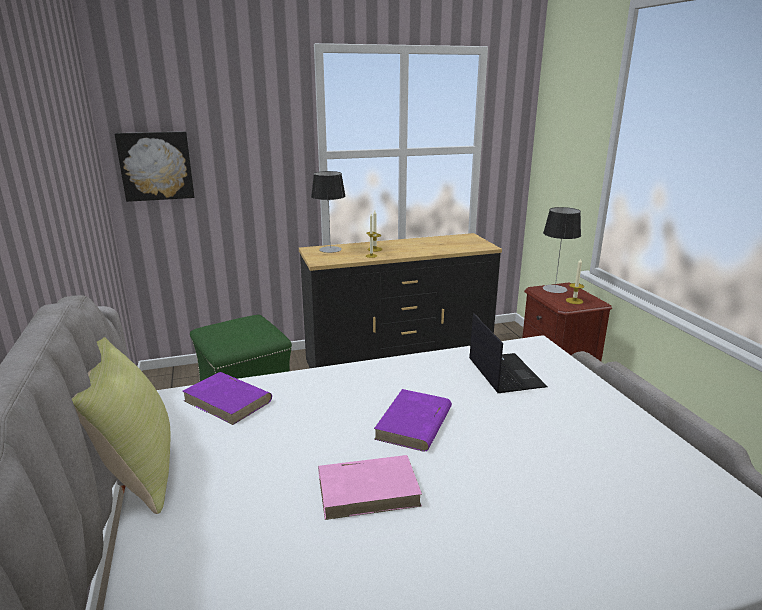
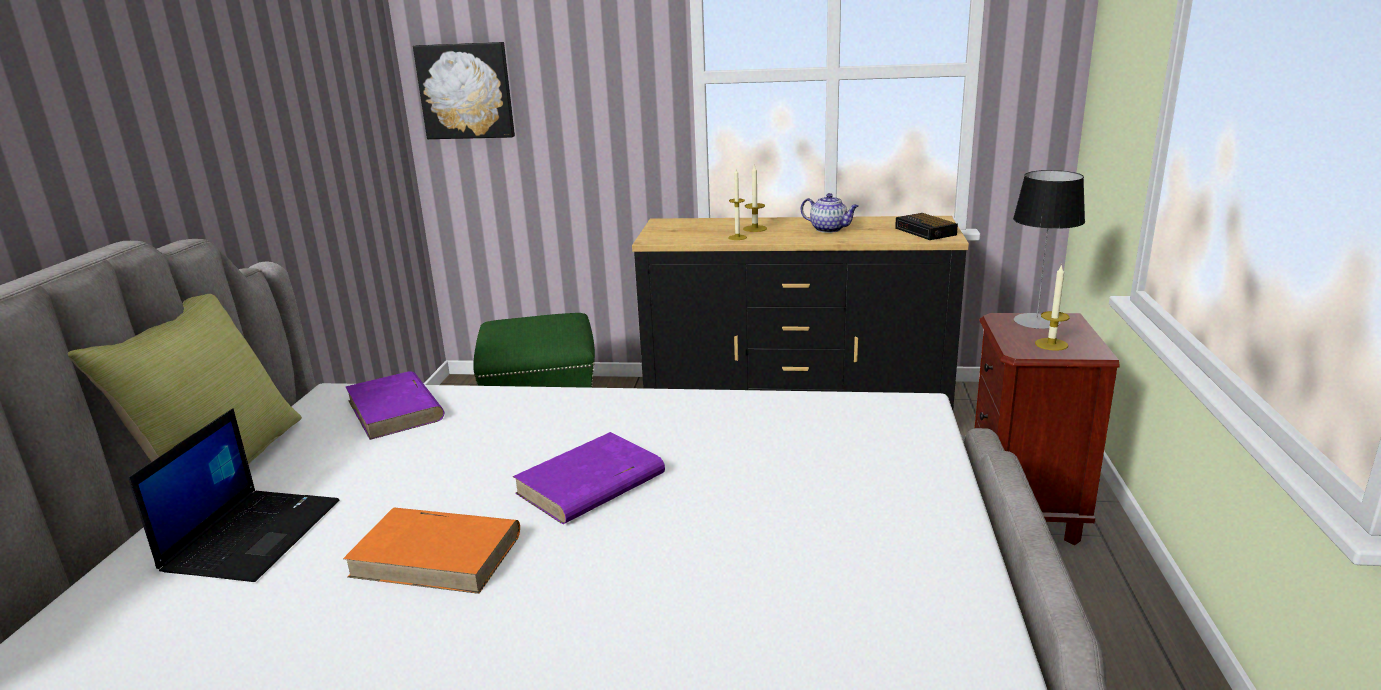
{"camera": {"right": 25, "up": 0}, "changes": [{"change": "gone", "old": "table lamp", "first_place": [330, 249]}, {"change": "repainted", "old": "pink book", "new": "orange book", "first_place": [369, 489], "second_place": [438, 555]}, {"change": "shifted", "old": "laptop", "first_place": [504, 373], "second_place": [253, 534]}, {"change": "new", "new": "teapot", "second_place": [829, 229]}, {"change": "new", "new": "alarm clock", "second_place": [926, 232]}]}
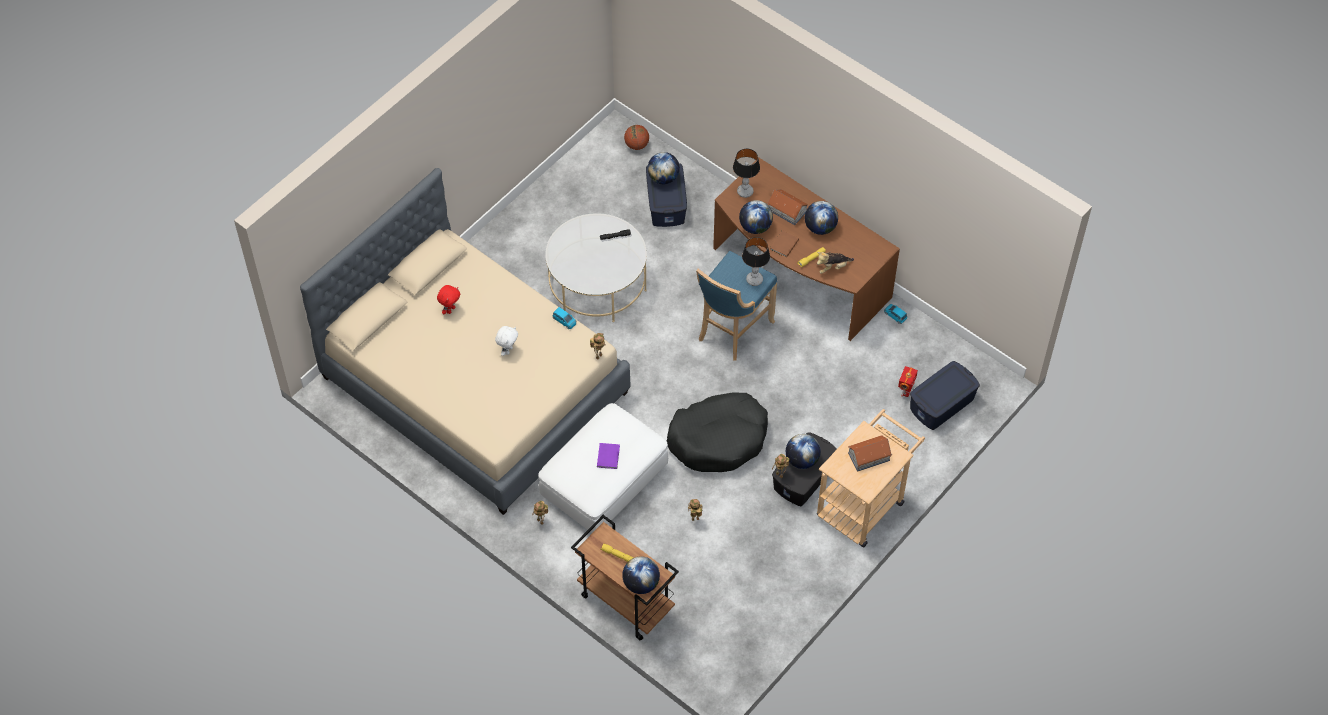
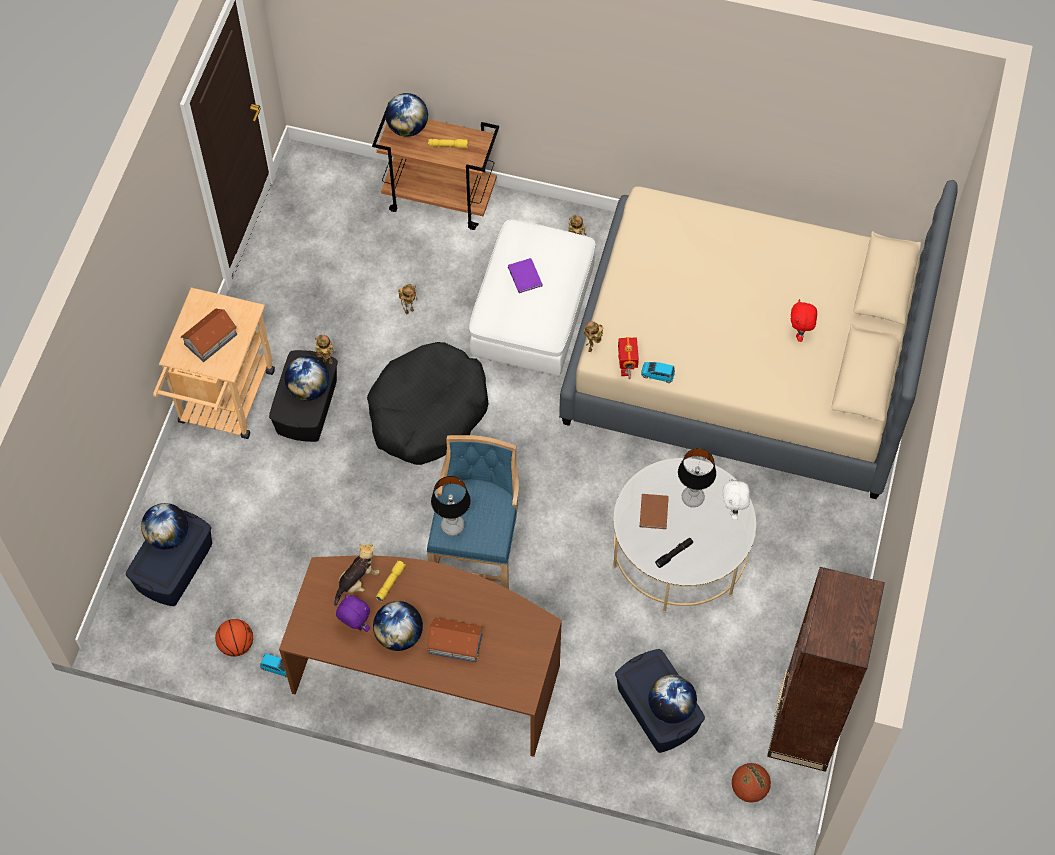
{"camera": {"right": 155, "up": 5}, "changes": [{"change": "shifted", "old": "white plush toy", "first_place": [508, 350], "second_place": [733, 510]}, {"change": "shifted", "old": "table lamp", "first_place": [745, 191], "second_place": [692, 498]}, {"change": "shifted", "old": "globe", "first_place": [755, 227], "second_place": [168, 536]}, {"change": "shifted", "old": "brown book", "first_place": [783, 245], "second_place": [654, 511]}, {"change": "shifted", "old": "toy robot", "first_place": [905, 391], "second_place": [626, 369]}, {"change": "new", "new": "basketball", "second_place": [236, 644]}, {"change": "new", "new": "purple plush toy", "second_place": [355, 625]}, {"change": "new", "new": "brown bookcase", "second_place": [804, 724]}]}
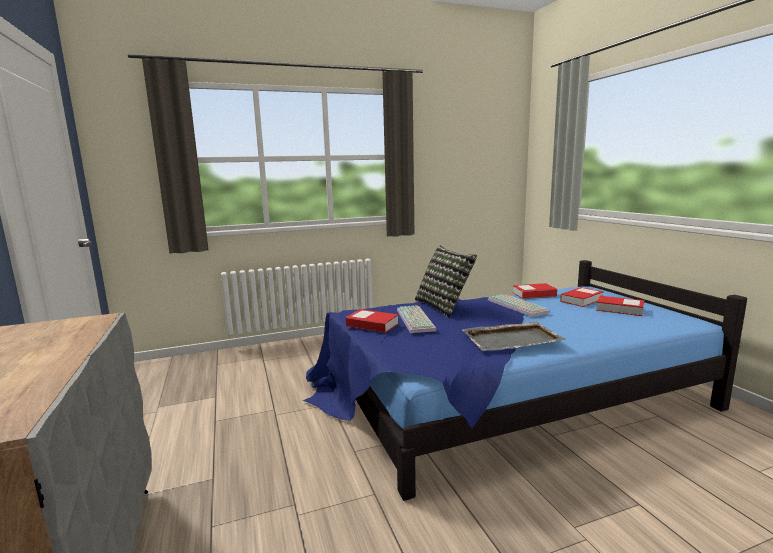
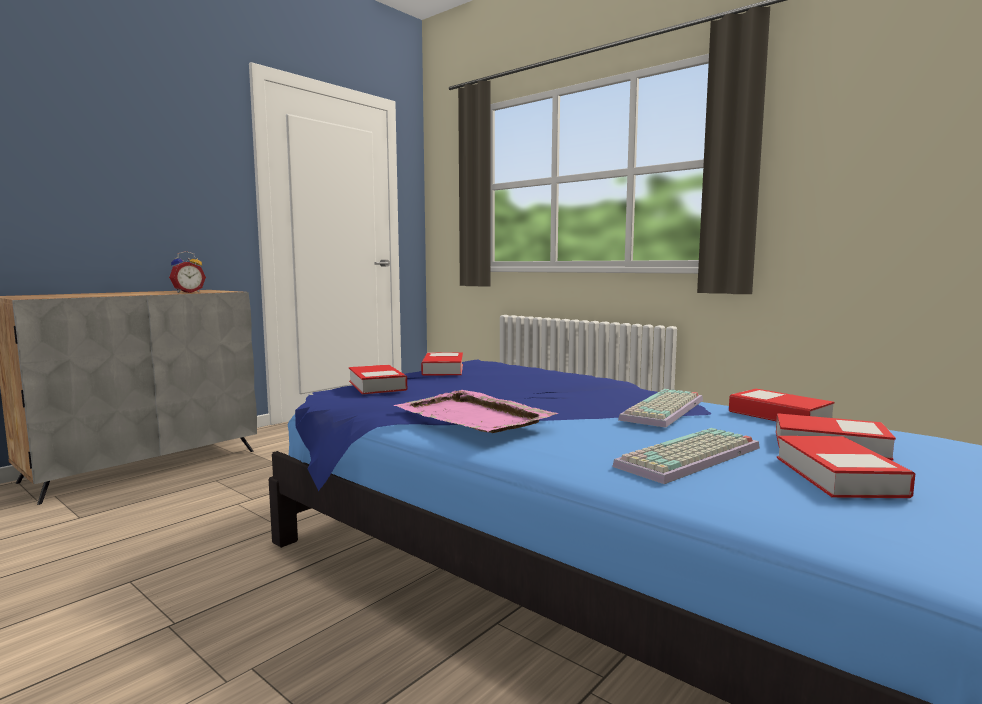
{"camera": {"right": 60, "up": -5}, "changes": [{"change": "shifted", "old": "keyboard", "first_place": [416, 320], "second_place": [691, 458]}, {"change": "gone", "old": "pillow", "first_place": [444, 306]}, {"change": "repainted", "old": "grey tray", "new": "pink tray", "first_place": [512, 339], "second_place": [473, 417]}, {"change": "new", "new": "alarm clock", "second_place": [187, 292]}, {"change": "new", "new": "book", "second_place": [377, 386]}]}
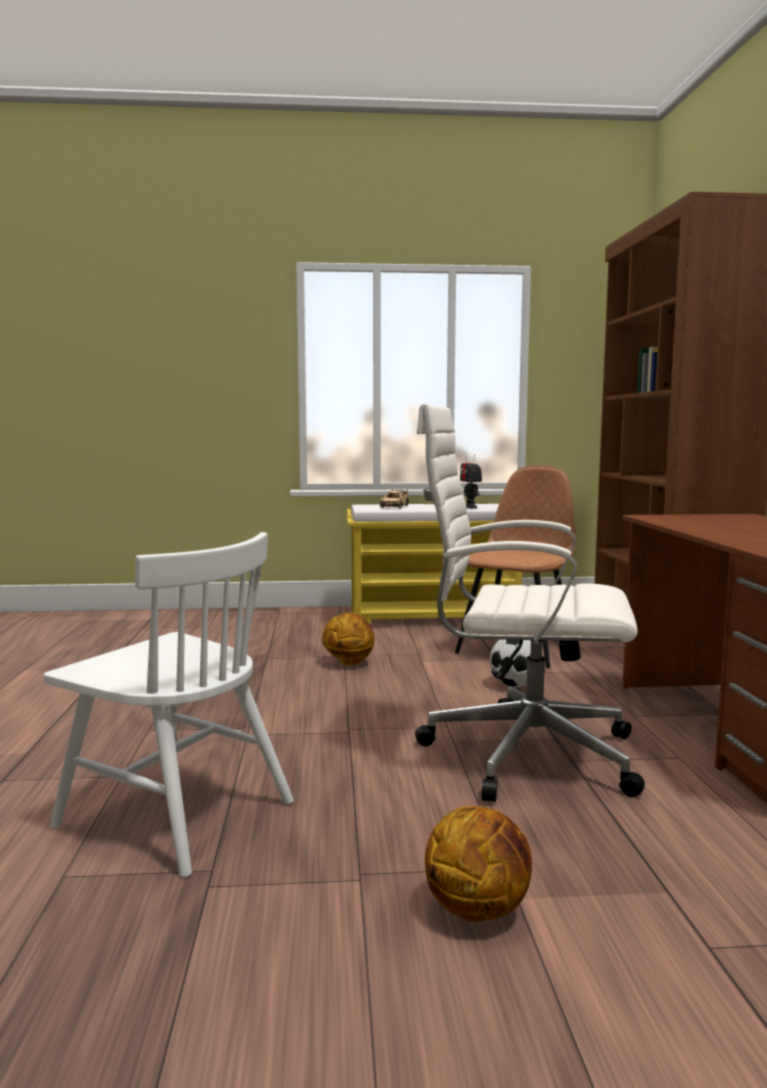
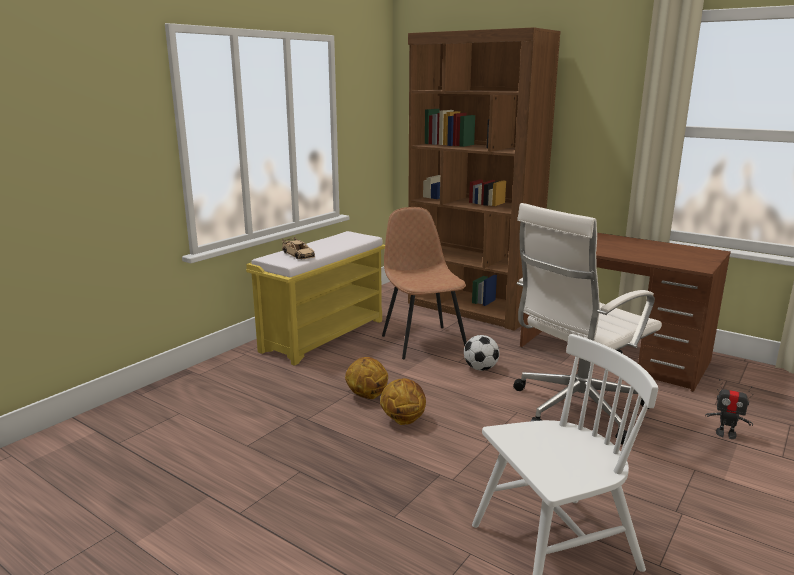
{"camera": {"right": -50, "up": 10}, "changes": [{"change": "shifted", "old": "basketball", "first_place": [478, 909], "second_place": [403, 420]}, {"change": "shifted", "old": "toy robot", "first_place": [470, 507], "second_place": [726, 434]}]}
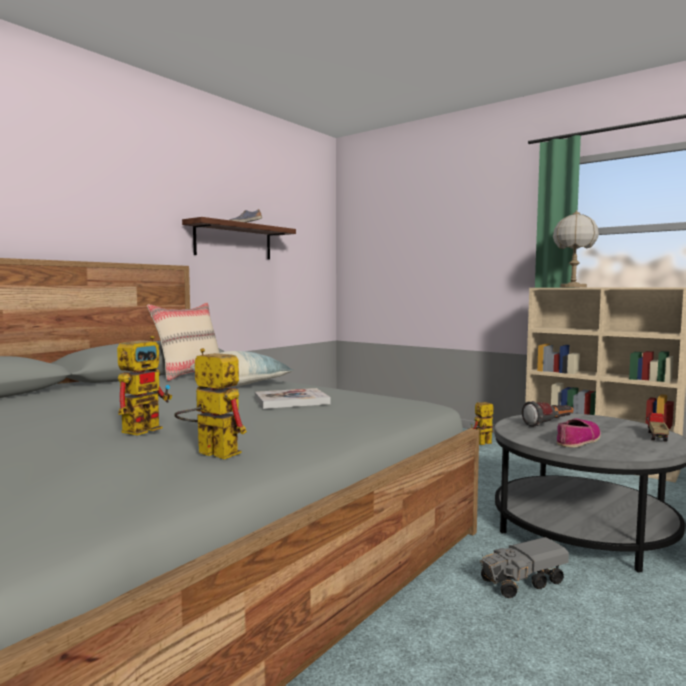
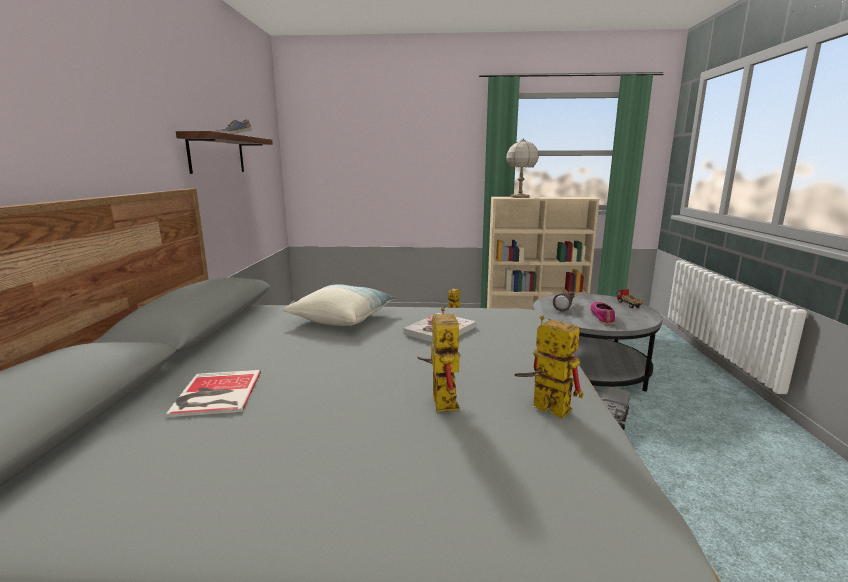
{"camera": {"right": -35, "up": 10}, "changes": [{"change": "gone", "old": "beige pillow", "first_place": [190, 374]}, {"change": "rotated", "old": "toy robot", "first_place": [209, 453], "second_place": [542, 407], "degrees": 45}, {"change": "new", "new": "book", "second_place": [215, 394]}]}
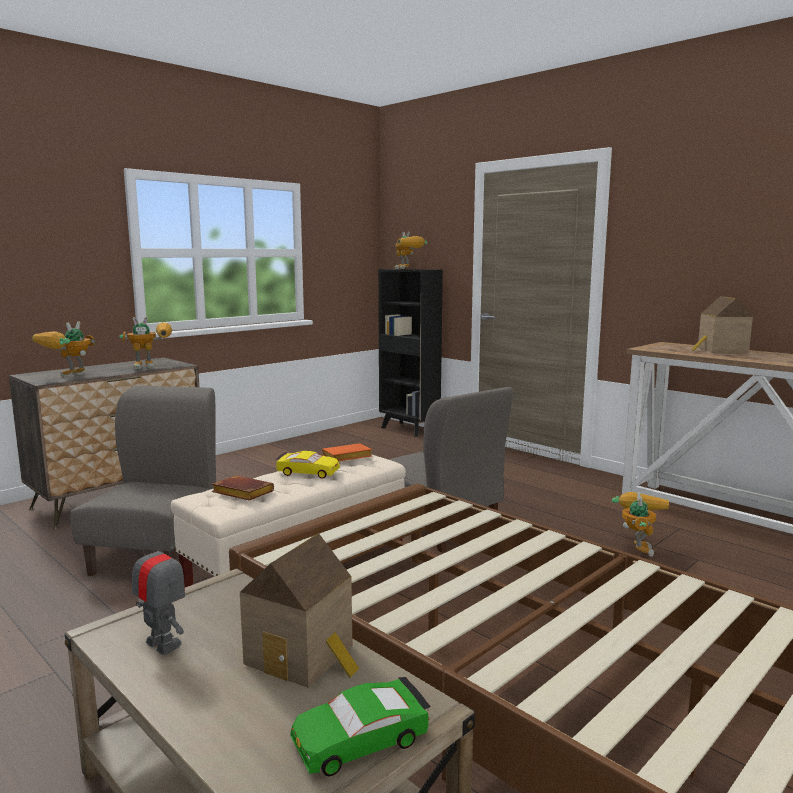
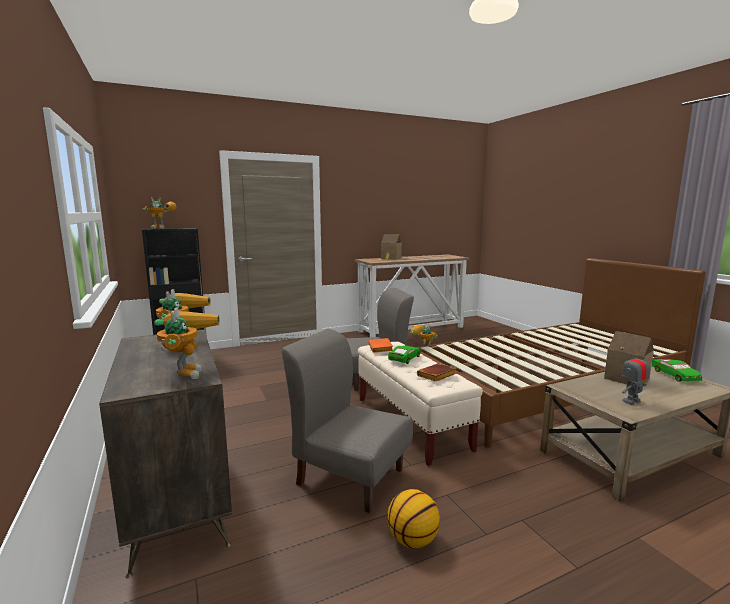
{"camera": {"right": -70, "up": 0}, "changes": [{"change": "rotated", "old": "toy robot", "first_place": [68, 377], "second_place": [186, 371], "degrees": -150}, {"change": "repainted", "old": "yellow toy car", "new": "green toy car", "first_place": [308, 472], "second_place": [404, 358]}, {"change": "new", "new": "basketball", "second_place": [412, 540]}]}
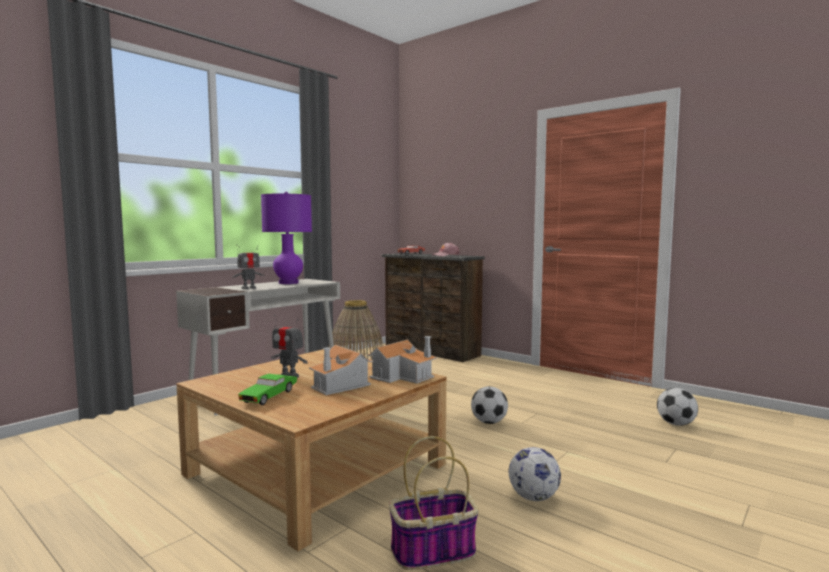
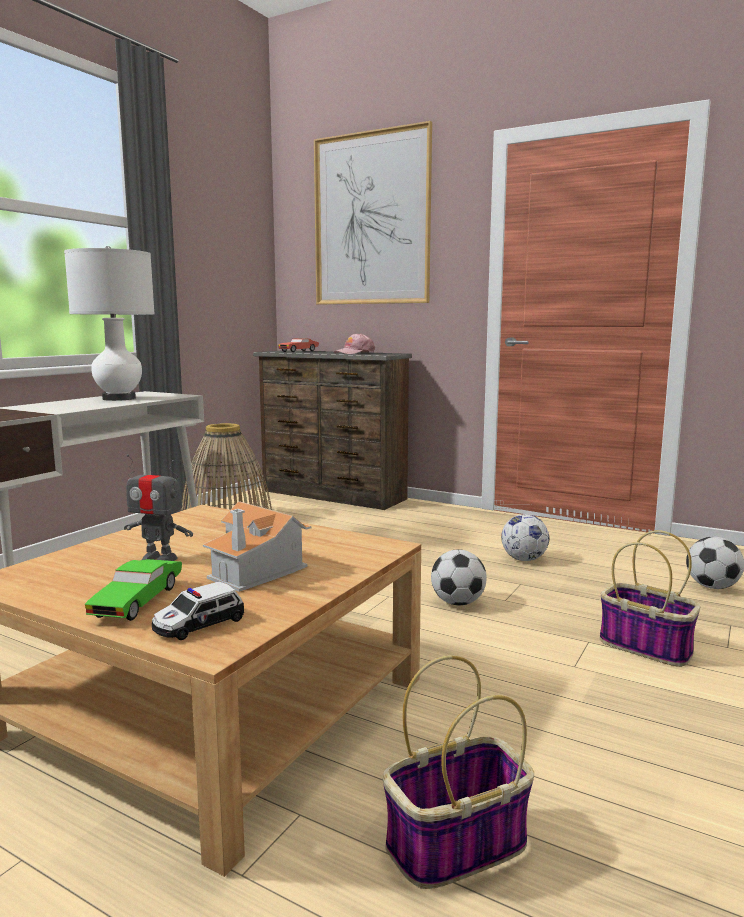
{"camera": {"right": -10, "up": 5}, "changes": [{"change": "gone", "old": "toy robot", "first_place": [249, 288]}, {"change": "repainted", "old": "purple table lamp", "new": "white table lamp", "first_place": [288, 283], "second_place": [119, 398]}, {"change": "gone", "old": "toy house", "first_place": [403, 376]}, {"change": "shifted", "old": "football", "first_place": [534, 497], "second_place": [524, 559]}, {"change": "new", "new": "toy car", "second_place": [198, 624]}, {"change": "new", "new": "picture", "second_place": [371, 219]}, {"change": "new", "new": "basket", "second_place": [647, 647]}]}
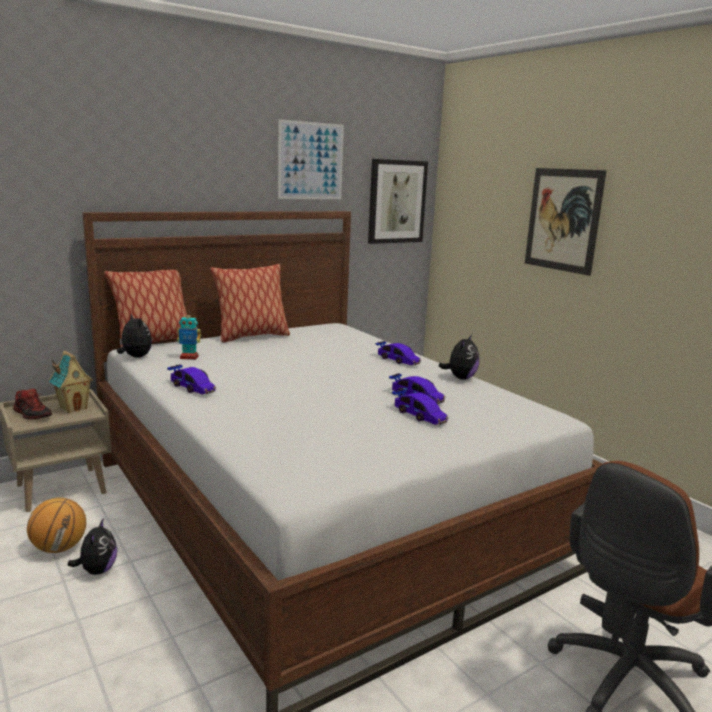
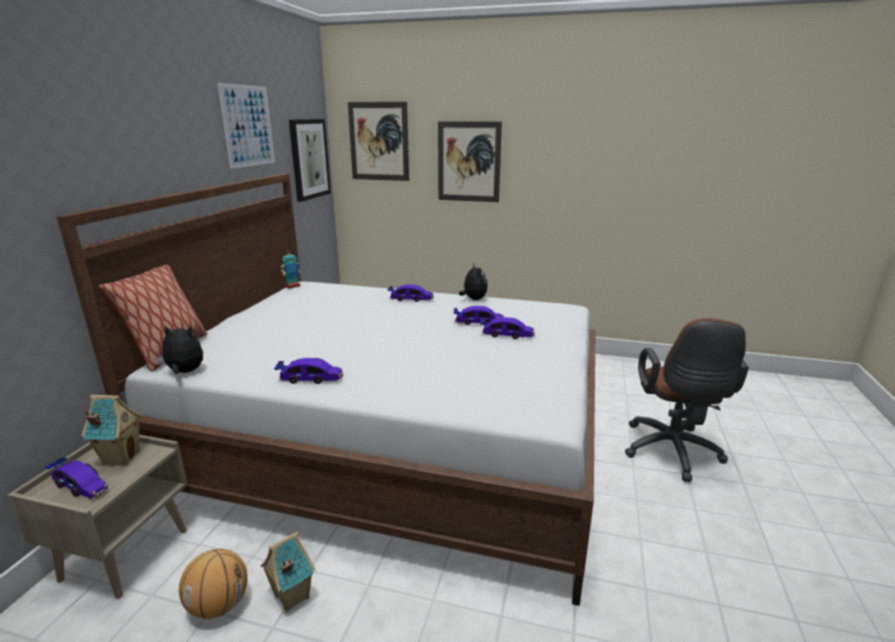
{"camera": {"right": -40, "up": 5}, "changes": [{"change": "swapped", "old": "shoe", "new": "toy car", "first_place": [33, 414], "second_place": [80, 485]}, {"change": "swapped", "old": "plush toy", "new": "toy house", "first_place": [97, 570], "second_place": [291, 597]}, {"change": "shifted", "old": "toy robot", "first_place": [189, 357], "second_place": [292, 286]}, {"change": "gone", "old": "pillow", "first_place": [251, 336]}, {"change": "new", "new": "picture", "second_place": [379, 141]}]}
